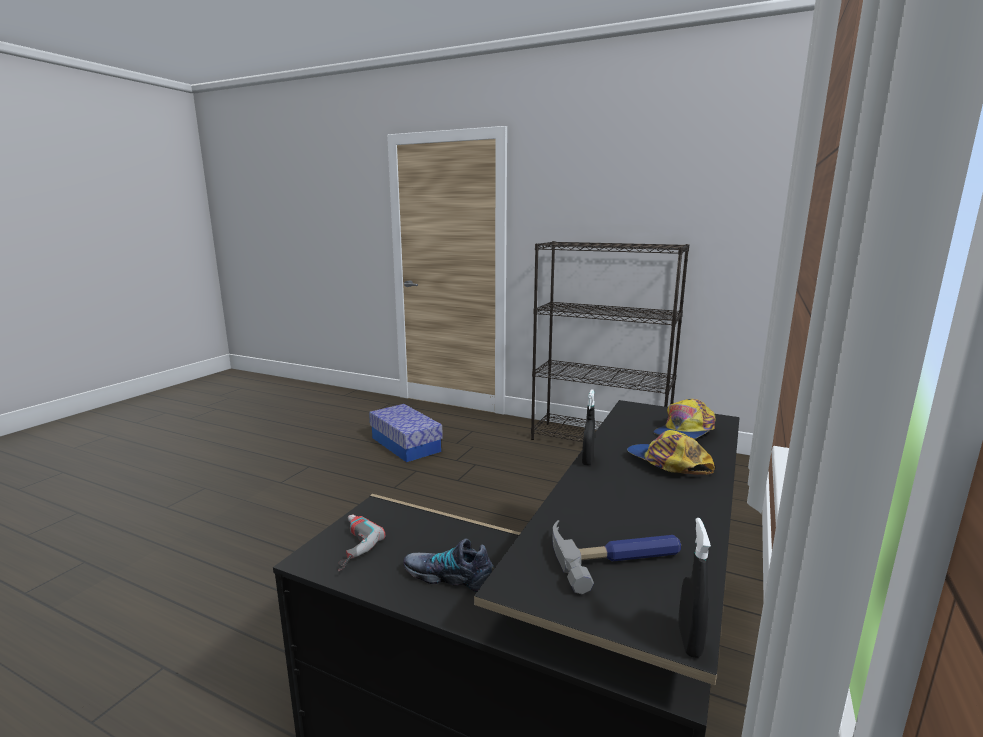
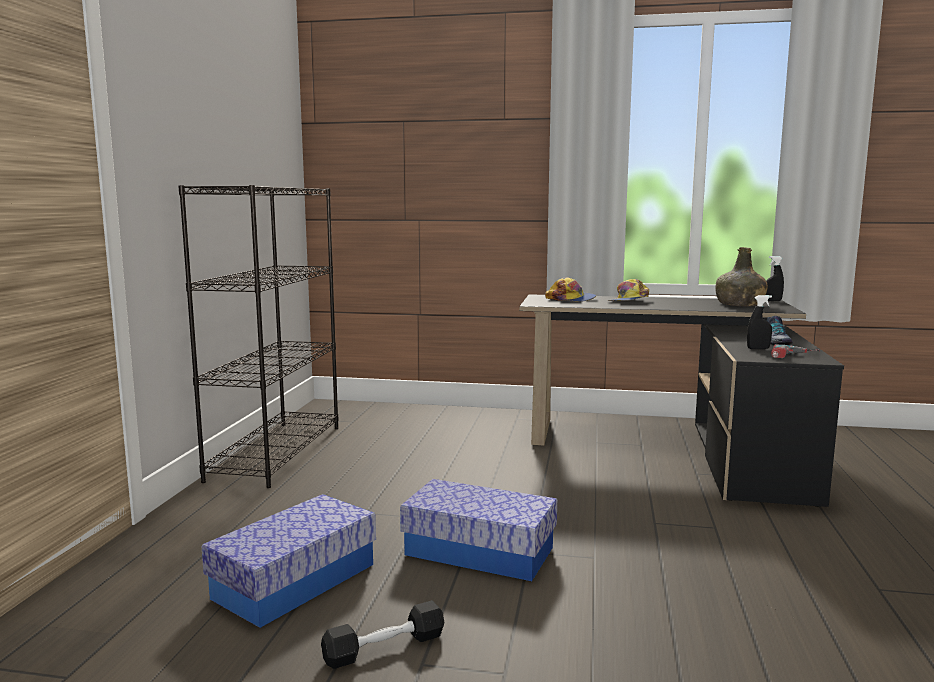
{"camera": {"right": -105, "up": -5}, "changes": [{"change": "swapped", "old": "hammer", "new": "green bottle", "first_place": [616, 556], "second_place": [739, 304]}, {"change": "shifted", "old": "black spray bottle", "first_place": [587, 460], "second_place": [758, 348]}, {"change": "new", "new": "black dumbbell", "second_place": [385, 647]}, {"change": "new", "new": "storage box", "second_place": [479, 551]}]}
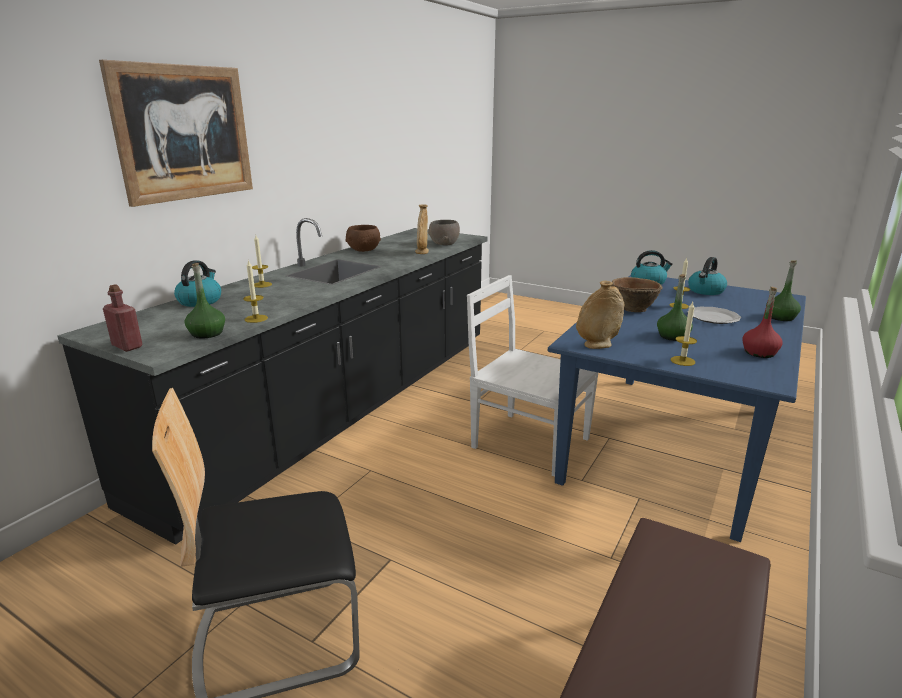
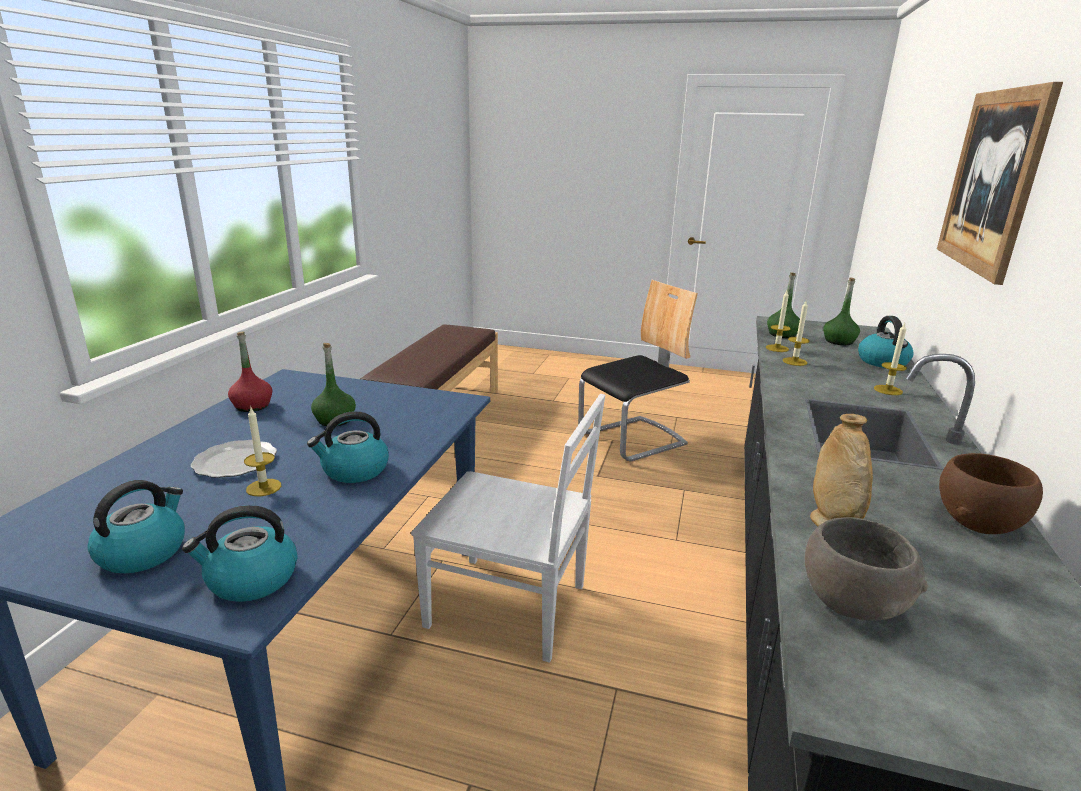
{"camera": {"right": 165, "up": 0}, "changes": [{"change": "gone", "old": "red bottle", "first_place": [127, 346]}, {"change": "gone", "old": "beige vase", "first_place": [597, 345]}, {"change": "swapped", "old": "brown bowl", "new": "kettle", "first_place": [633, 309], "second_place": [354, 470]}, {"change": "shifted", "old": "candle", "first_place": [682, 361], "second_place": [794, 361]}, {"change": "shifted", "old": "green bottle", "first_place": [780, 317], "second_place": [839, 341]}]}
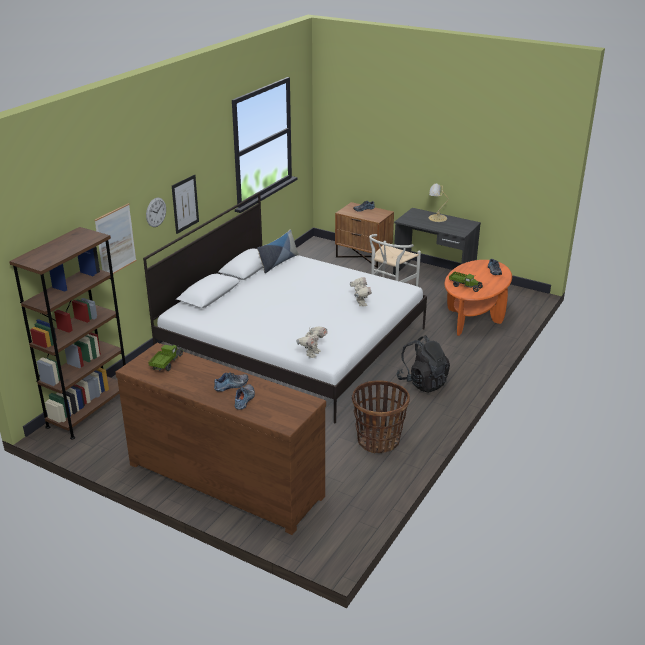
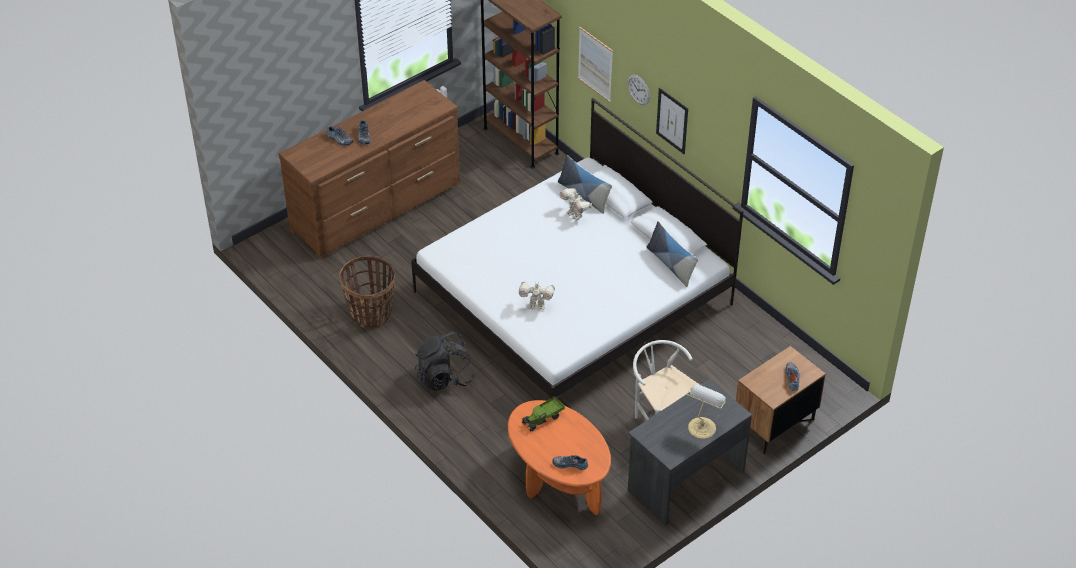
{"camera": {"right": 110, "up": 15}, "changes": [{"change": "gone", "old": "toy truck", "first_place": [167, 363]}, {"change": "shifted", "old": "toy robot", "first_place": [312, 353], "second_place": [575, 215]}, {"change": "new", "new": "pillow", "second_place": [584, 195]}]}
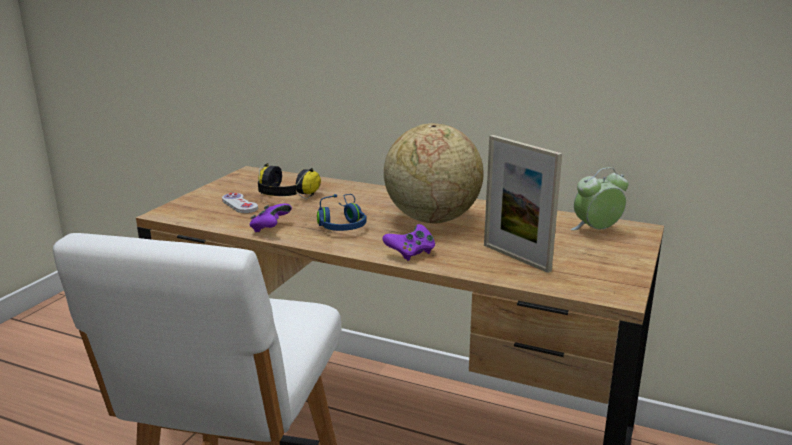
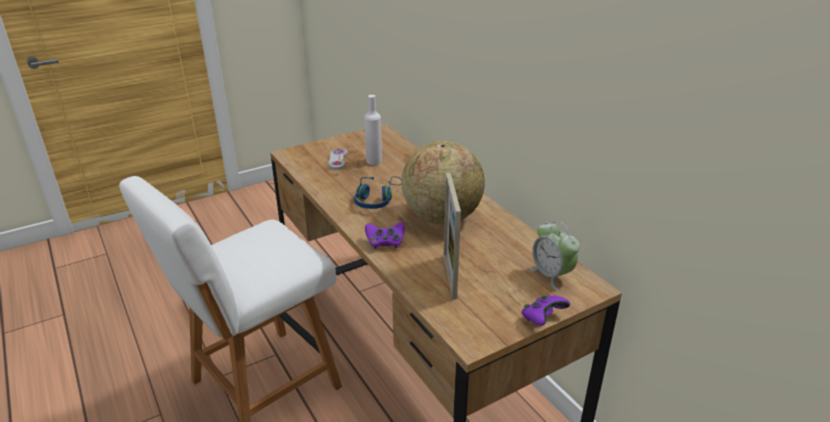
{"camera": {"right": 35, "up": 10}, "changes": [{"change": "shifted", "old": "purple game controller", "first_place": [270, 228], "second_place": [542, 318]}, {"change": "swapped", "old": "headphones", "new": "white bottle", "first_place": [284, 196], "second_place": [374, 161]}, {"change": "rotated", "old": "alarm clock", "first_place": [596, 230], "second_place": [551, 275], "degrees": -135}]}
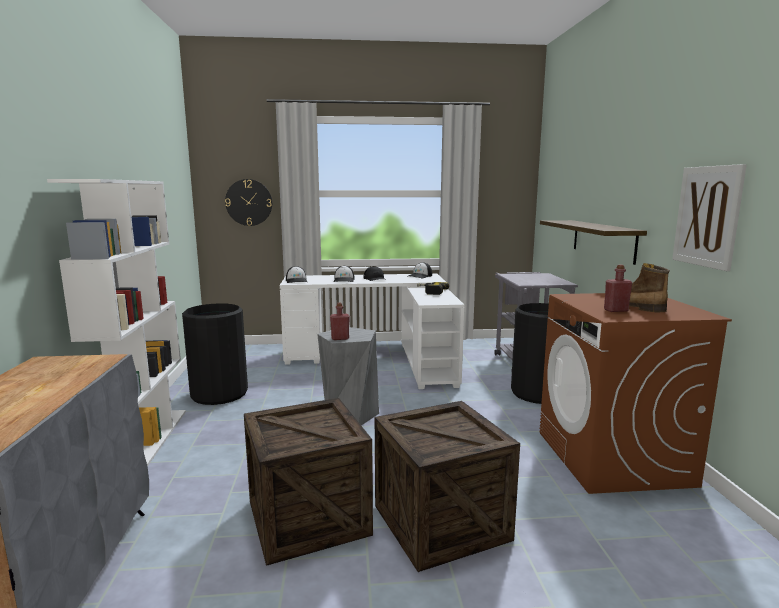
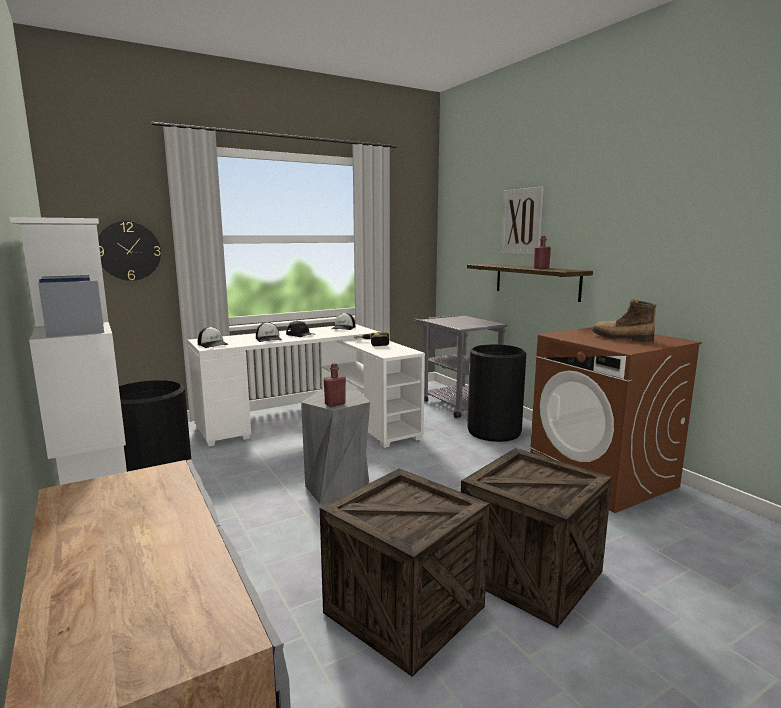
{"camera": {"right": -25, "up": 0}, "changes": [{"change": "shifted", "old": "red bottle", "first_place": [616, 310], "second_place": [541, 268]}, {"change": "shifted", "old": "picture", "first_place": [707, 216], "second_place": [521, 221]}]}
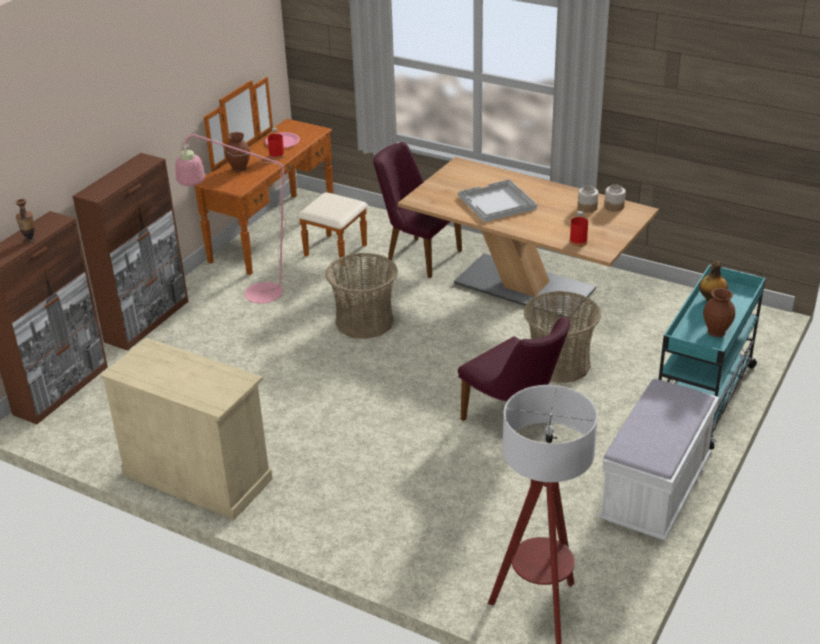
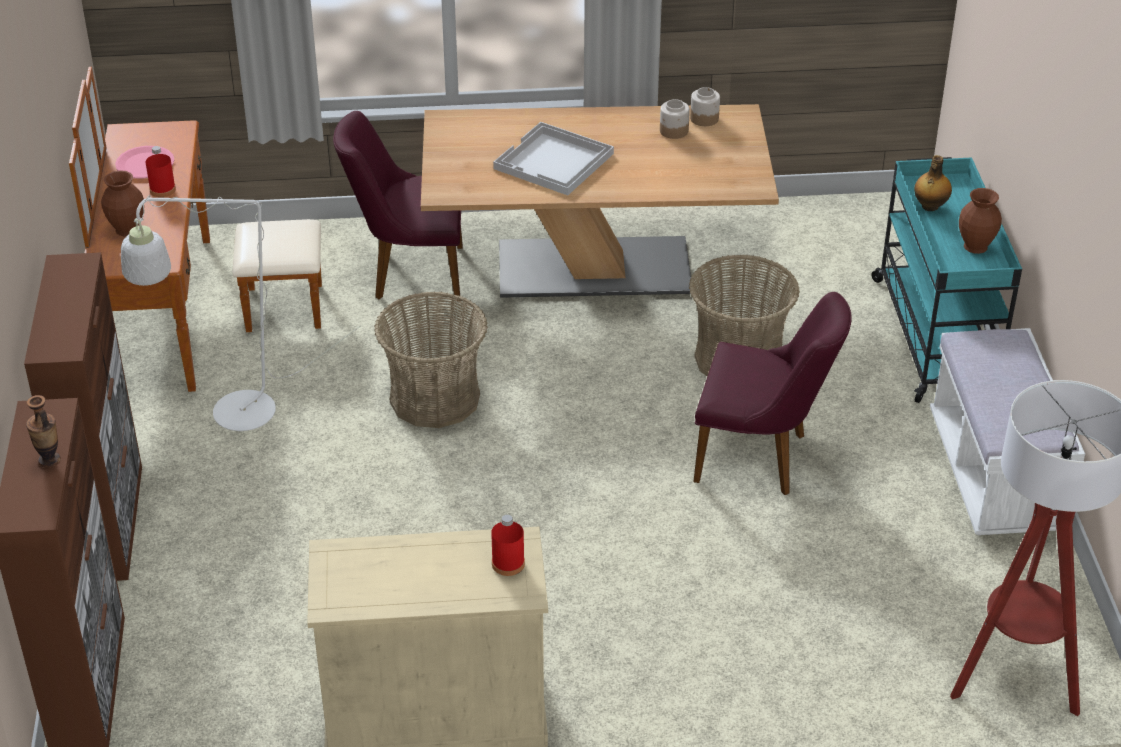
{"camera": {"right": -35, "up": 5}, "changes": [{"change": "repainted", "old": "pink floor lamp", "new": "white floor lamp", "first_place": [253, 295], "second_place": [232, 419]}, {"change": "shifted", "old": "red bottle", "first_place": [578, 242], "second_place": [508, 564]}]}
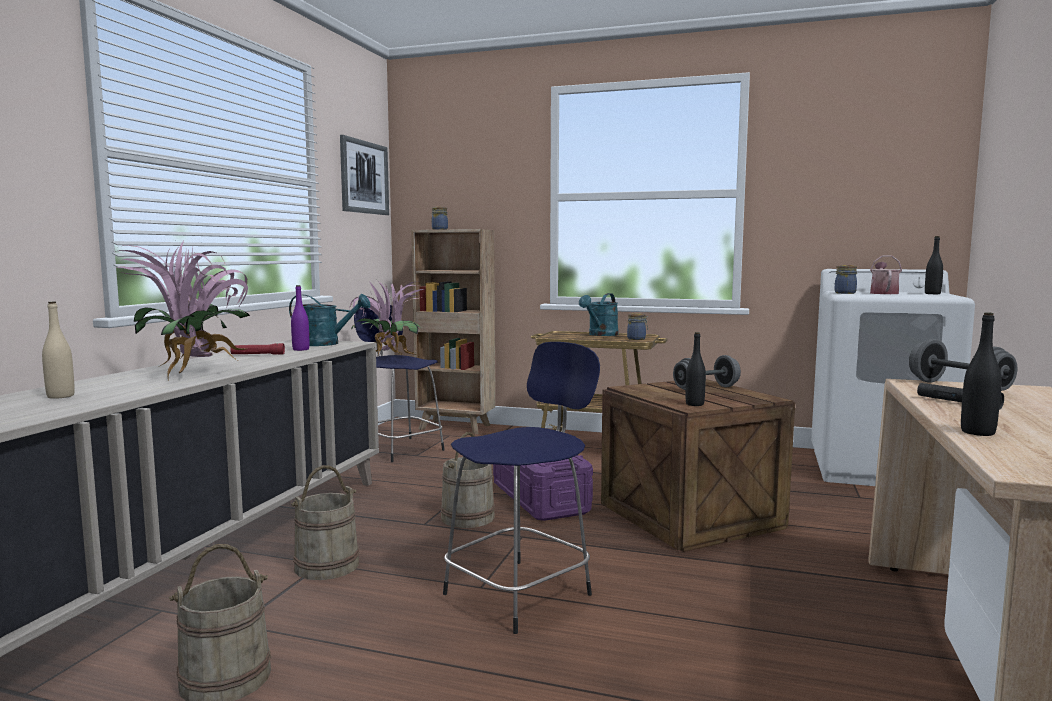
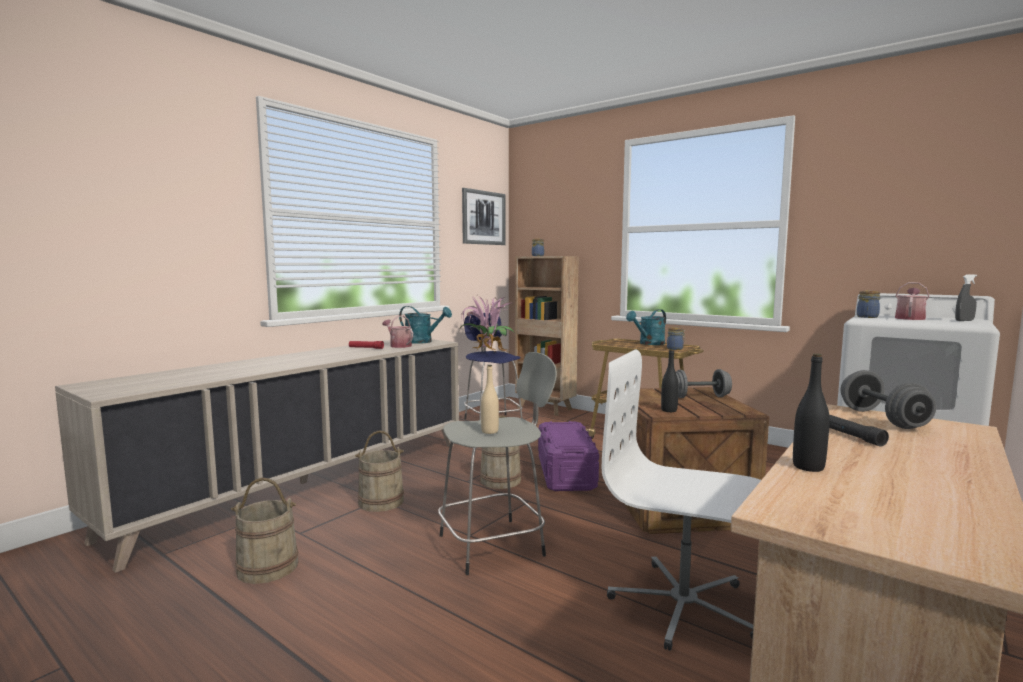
{"camera": {"right": 20, "up": 0}, "changes": [{"change": "shifted", "old": "beige bottle", "first_place": [60, 396], "second_place": [489, 431]}, {"change": "gone", "old": "potted plant", "first_place": [197, 372]}, {"change": "swapped", "old": "purple bottle", "new": "watering can", "first_place": [301, 349], "second_place": [399, 345]}, {"change": "repainted", "old": "blue stool", "new": "grey stool", "first_place": [521, 592], "second_place": [495, 544]}, {"change": "swapped", "old": "black bottle", "new": "grey spray bottle", "first_place": [932, 294], "second_place": [964, 320]}, {"change": "new", "new": "white office chair", "second_place": [683, 606]}]}
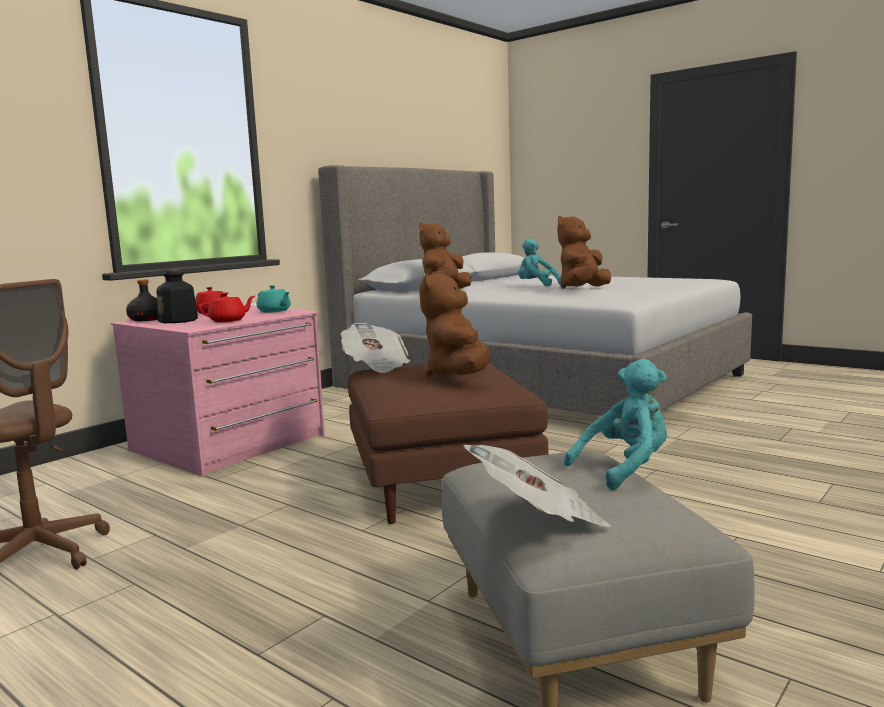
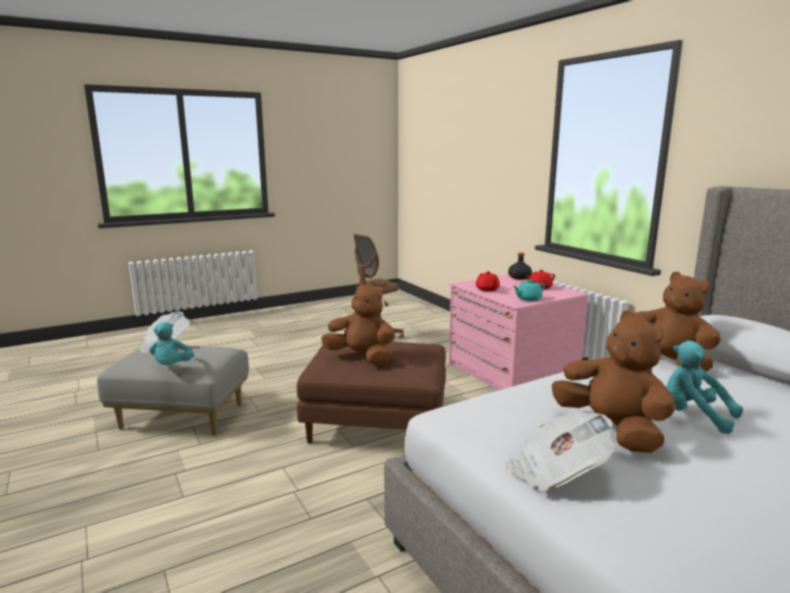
{"camera": {"right": 110, "up": 5}, "changes": [{"change": "gone", "old": "bottle", "first_place": [178, 320]}, {"change": "shifted", "old": "newspaper", "first_place": [376, 366], "second_place": [556, 472]}, {"change": "rotated", "old": "turquoise plush toy", "first_place": [536, 286], "second_place": [693, 416], "degrees": -105}]}
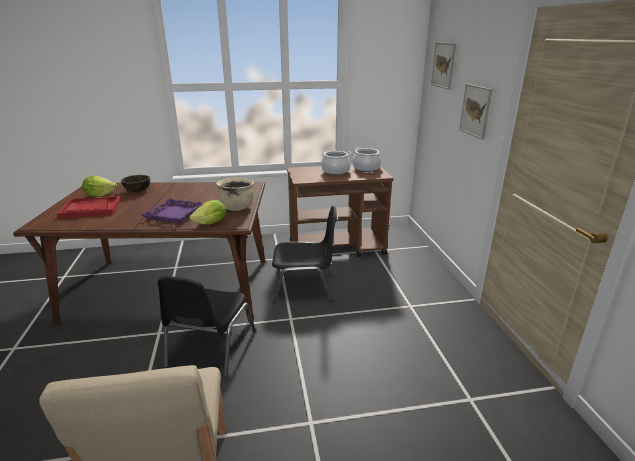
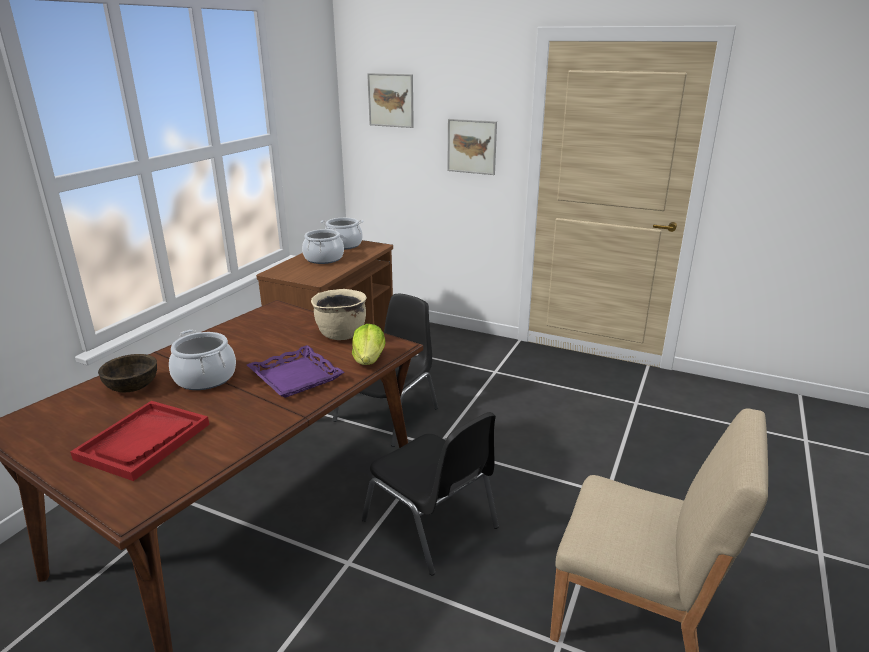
{"camera": {"right": -55, "up": 0}, "changes": [{"change": "gone", "old": "lettuce", "first_place": [99, 195]}, {"change": "new", "new": "cooking pot", "second_place": [205, 378]}]}
